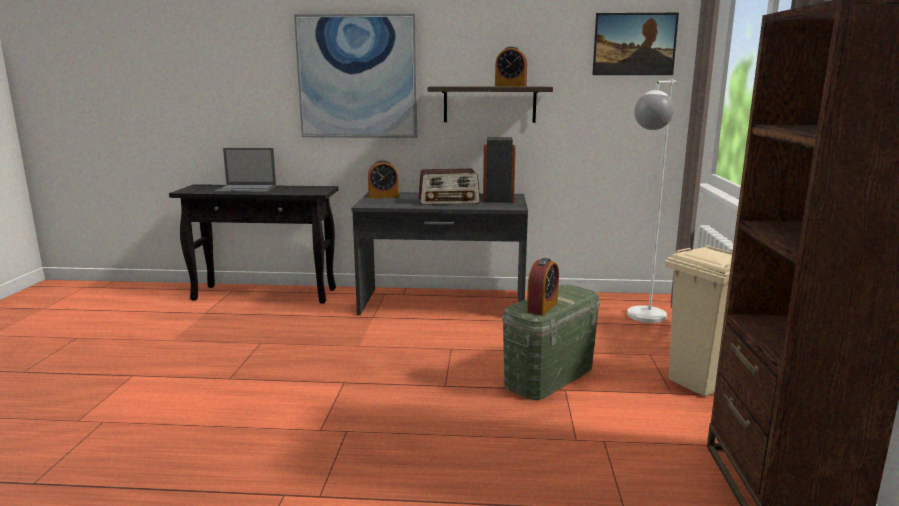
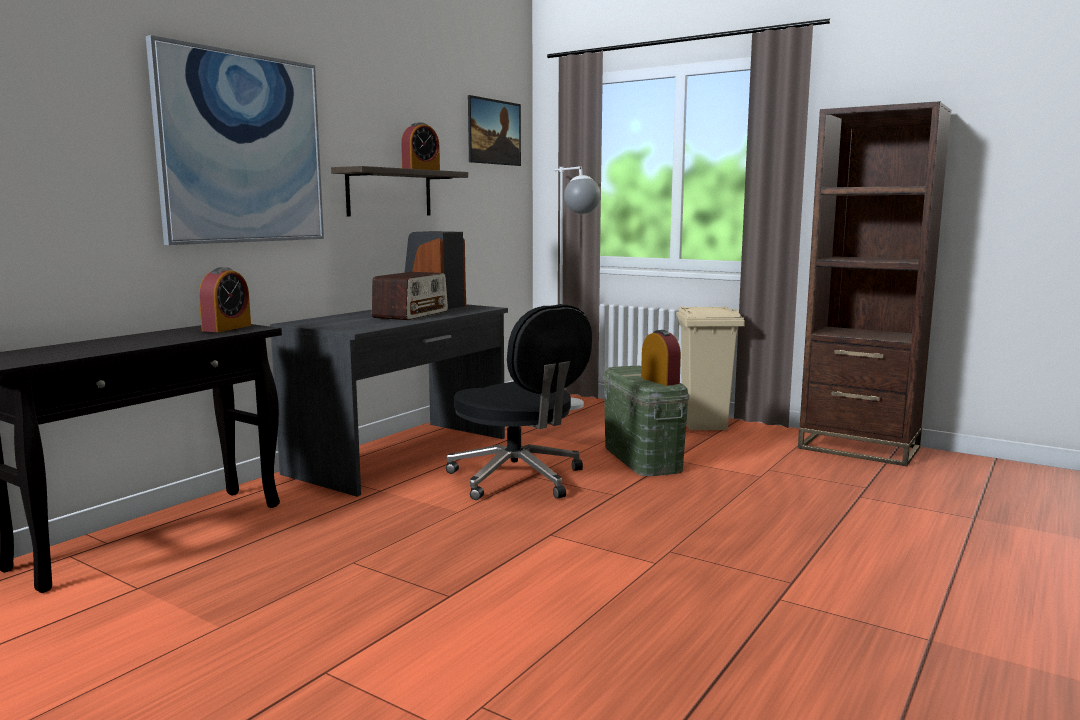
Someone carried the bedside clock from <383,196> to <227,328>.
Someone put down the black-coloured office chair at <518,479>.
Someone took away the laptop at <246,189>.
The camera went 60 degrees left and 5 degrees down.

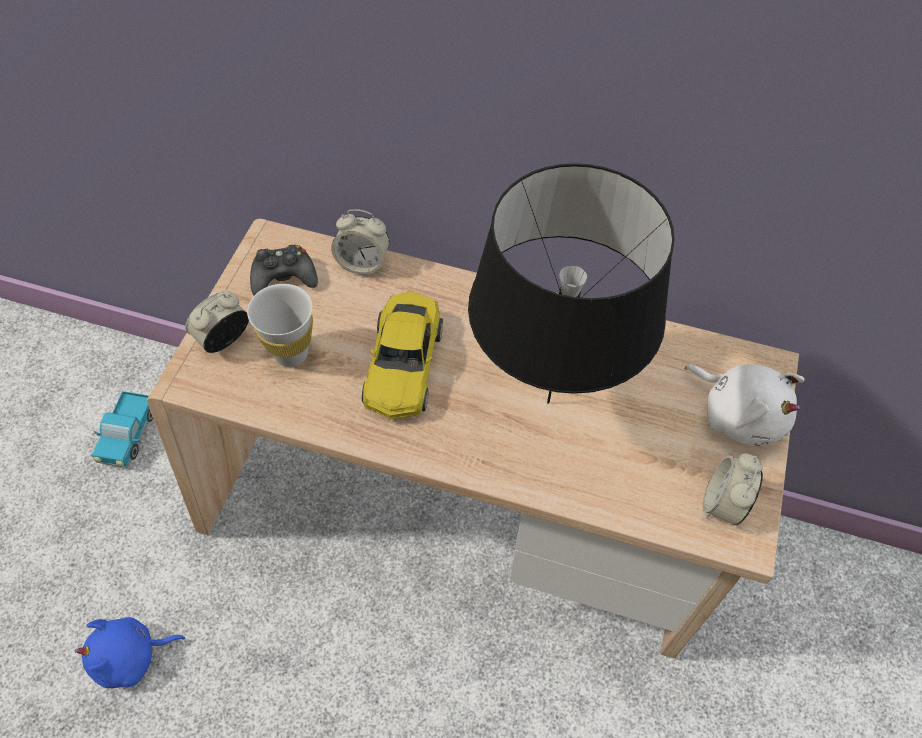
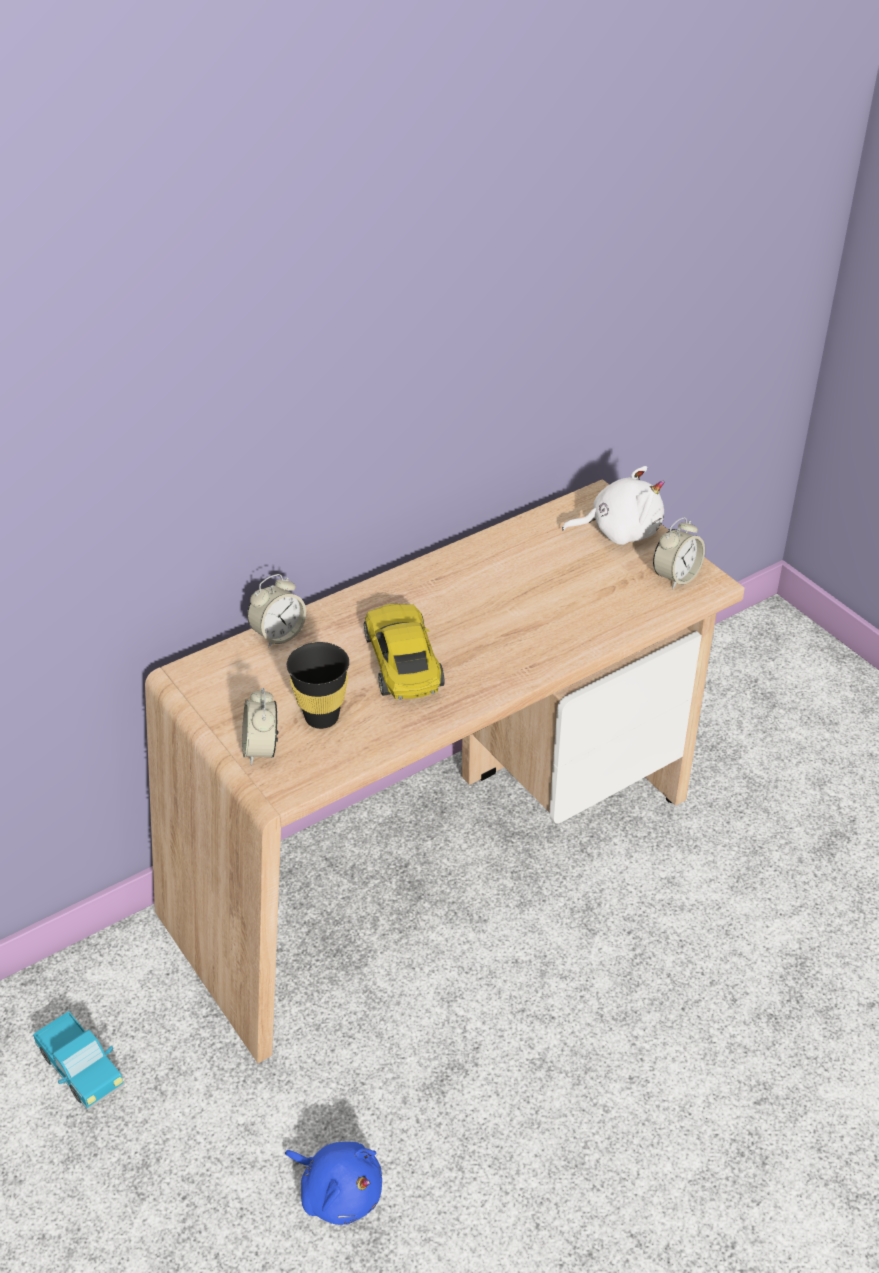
Someone rotated the blue-coloured plush toy at <131,657> by 75 degrees counterclockwise.
Someone repainted the white drinking cup at <291,354>, which became the black-coloured drinking cup at <322,717>.
Someone rotated the yellowish miniature car at <403,365> by 150 degrees counterclockwise.
Someone rotated the bedside clock at <723,504> by 105 degrees counterclockwise.
Someone took away the black-coloured joypad at <283,277>.
Someone took away the black-coloured table lamp at <547,402>.
The camera went 50 degrees left and 15 degrees down.

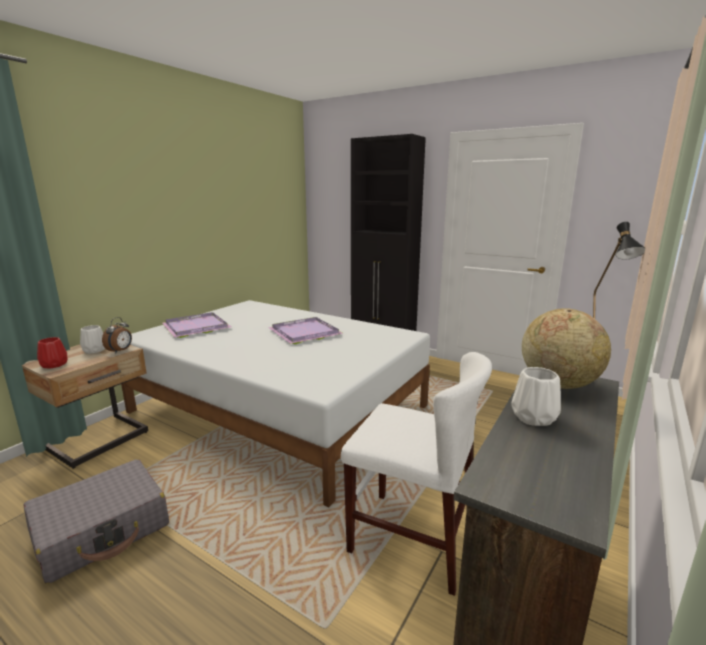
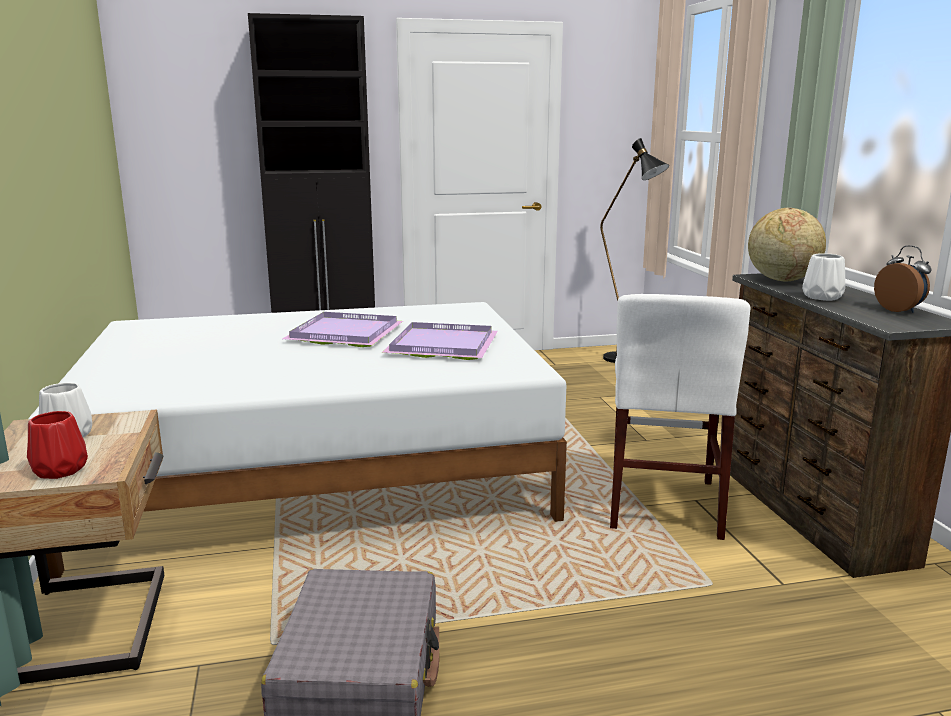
Someone carried the purple-coloured carrying tray from <197,327> to <441,345>.
Someone rotated the white plain chair at <412,538> by 120 degrees clockwise.
Someone carried the bedside clock from <120,351> to <900,310>.
The camera went 45 degrees left and 0 degrees up.

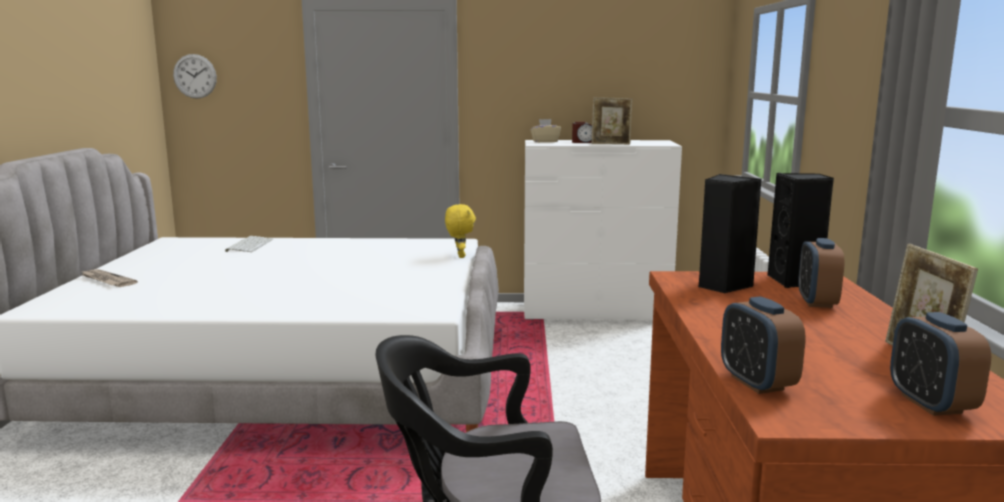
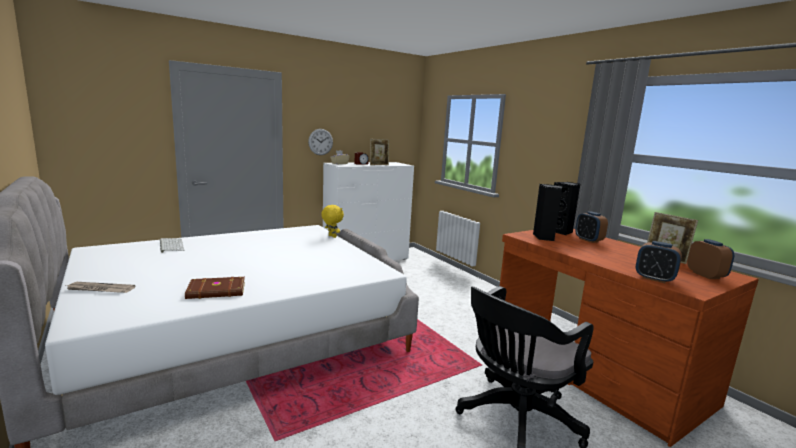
Someone put down the brown bound book at <216,291>.
Someone carried the wall clock from <195,76> to <320,142>.
Someone rotated the bedside clock at <931,404> by 150 degrees counterclockwise.
The camera went 35 degrees left and 0 degrees up.

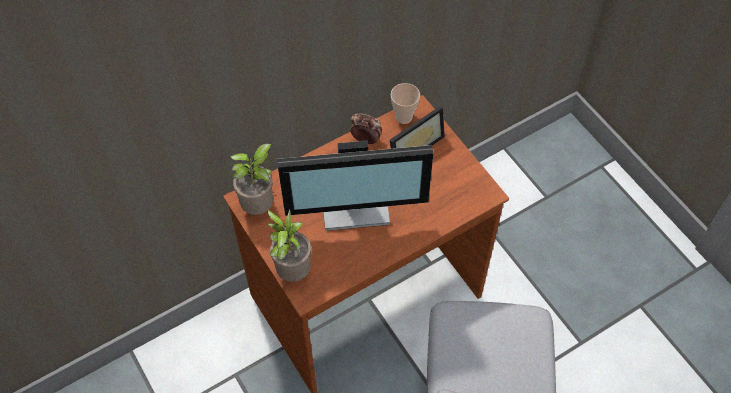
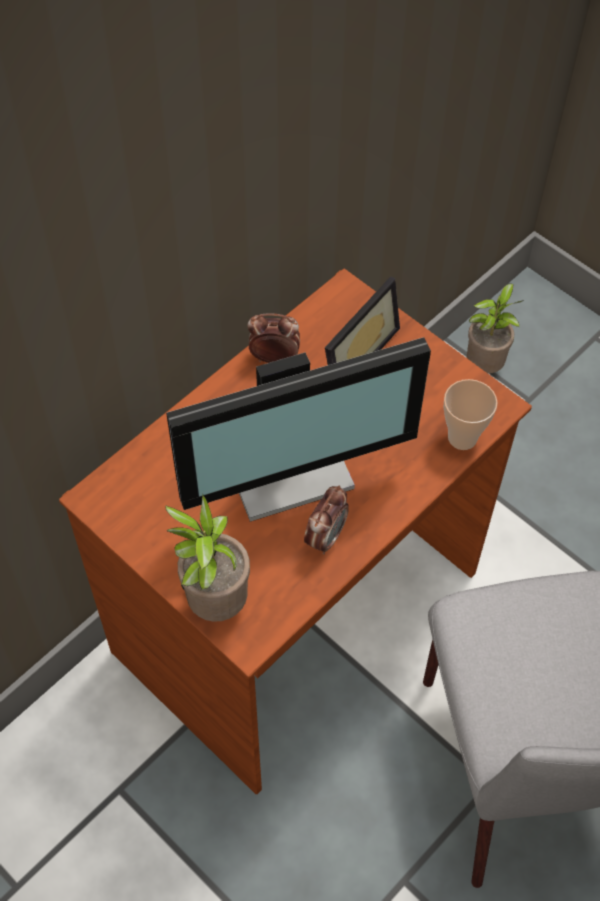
Someone put down the bedside clock at <325,537>.
Someone carried the drinking cup from <404,117> to <462,438>.
Someone carried the houseplant from <260,206> to <485,366>.
The camera went 15 degrees left and 0 degrees up.

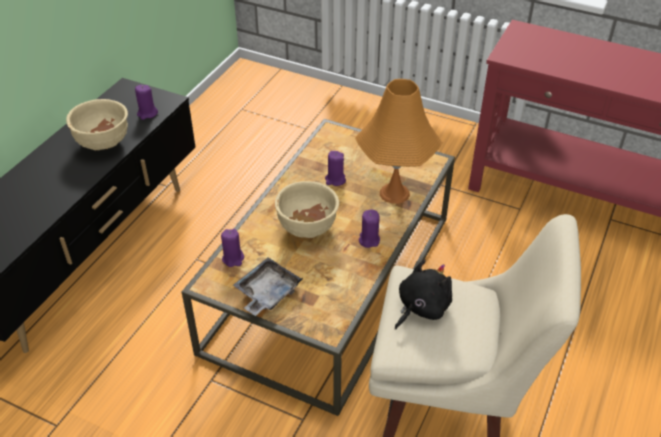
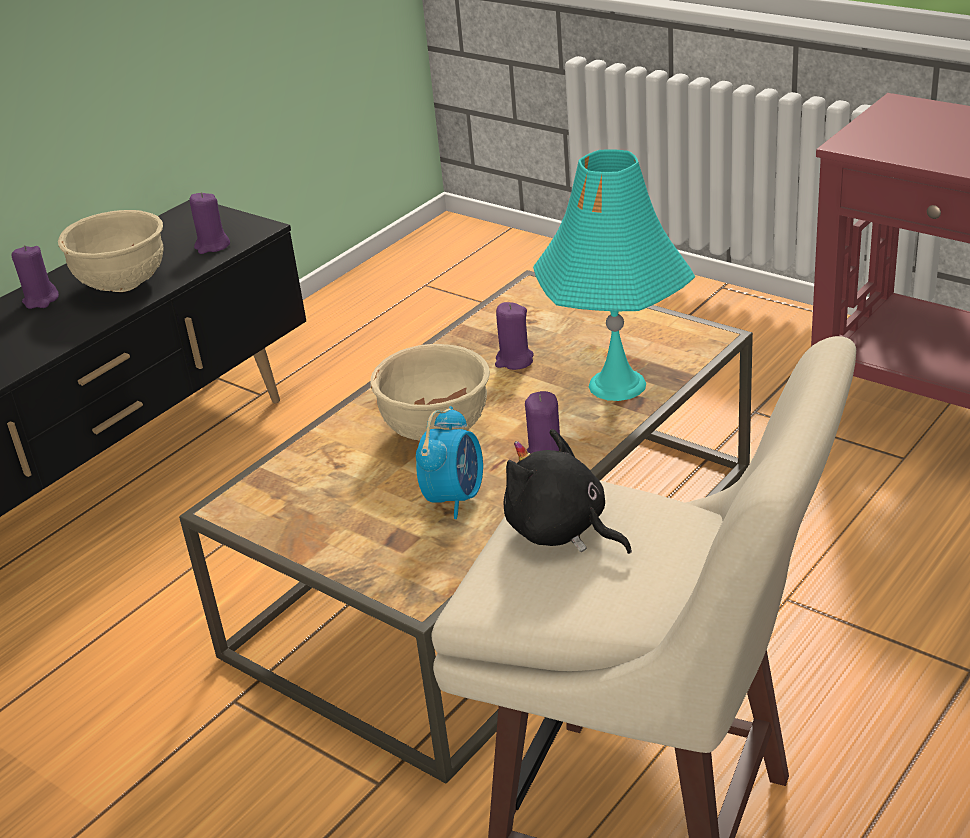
Someone carried the purple-coloured wax candle from <233,259> to <41,300>.
Someone put down the bedside clock at <455,498>.
Someone rotated the black-coloured plush toy at <421,307> by 105 degrees counterclockwise.
Someone repainted the orange-coloured table lamp at <394,193>, which became the turquoise table lamp at <617,384>.
Someone took away the greyish carrying tray at <267,293>.
The camera went 15 degrees right and 10 degrees down.

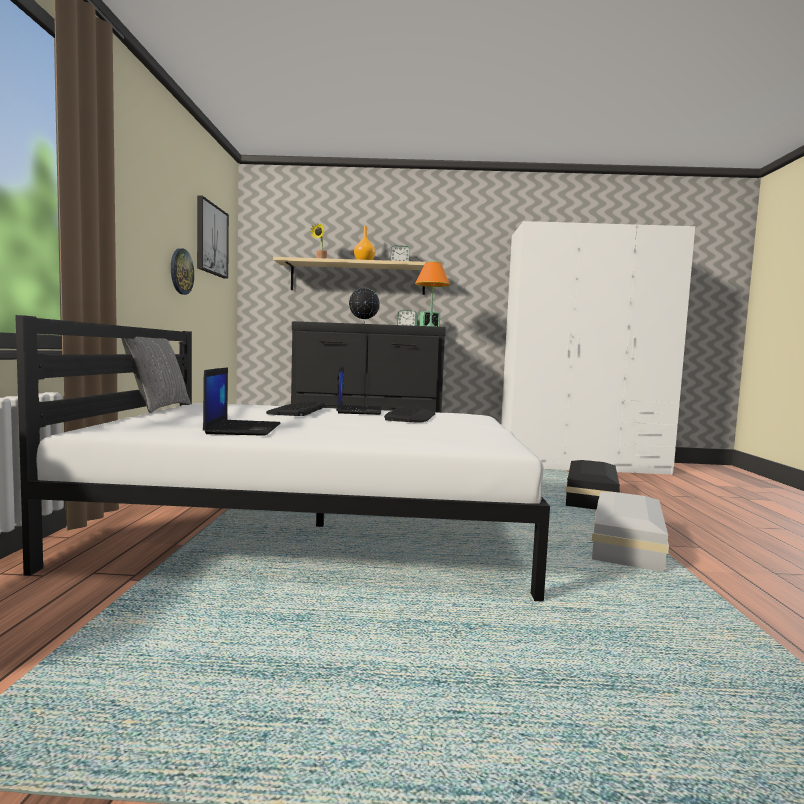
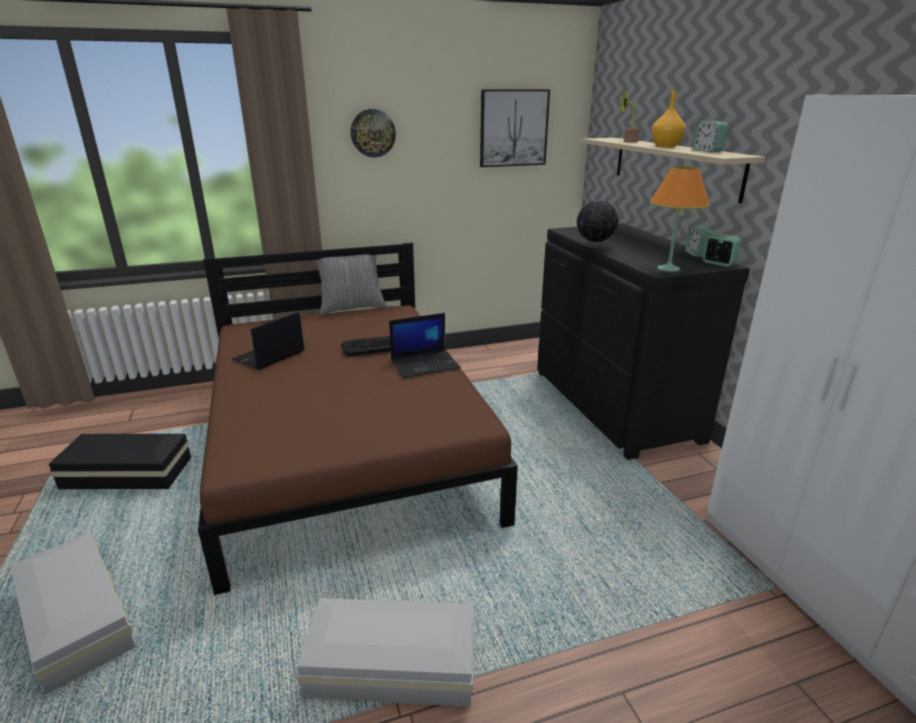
Someone put down the white storage bin at <75,622>.
Someone carried the black-coloured storage bin from <592,497> to <128,474>.
Someone repainted the white bed at <316,526>, which became the brown bed at <346,445>.
Someone rotated the laptop at <243,428> by 150 degrees clockwise.
Someone carried the wall clock from <181,271> to <373,133>.
Someone took away the computer keyboard at <411,416>.
The camera went 70 degrees right and 20 degrees up.

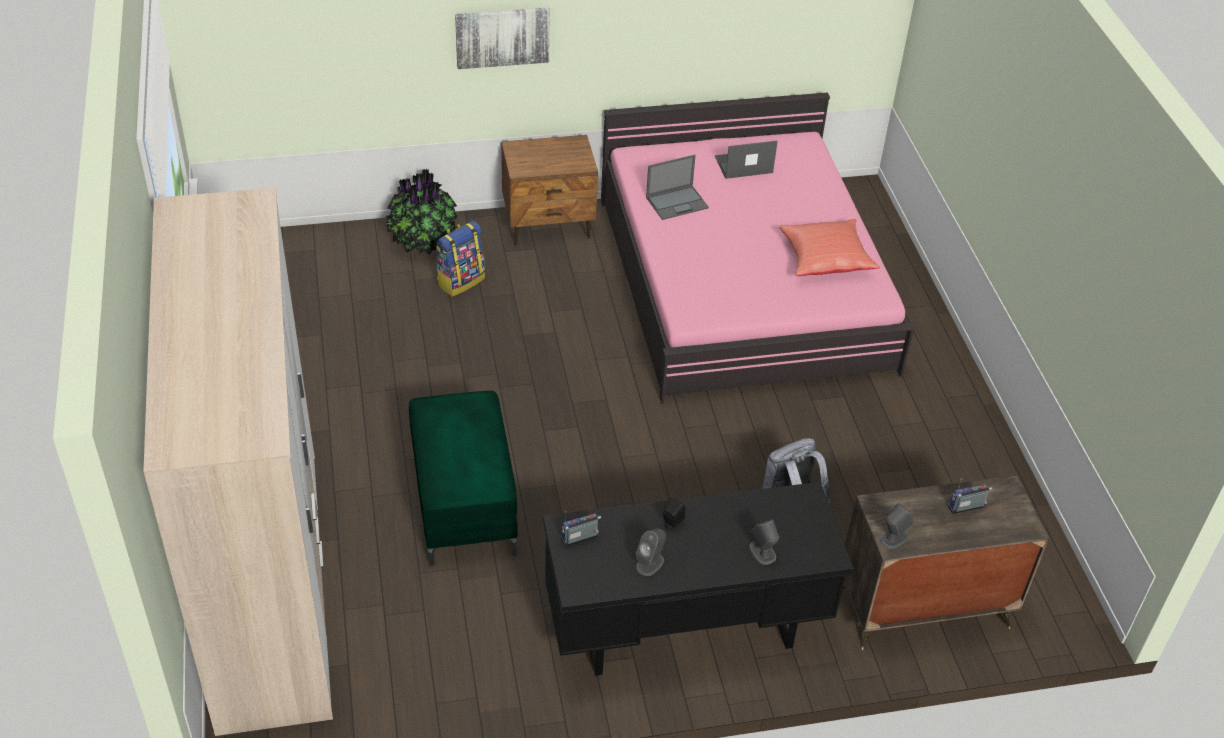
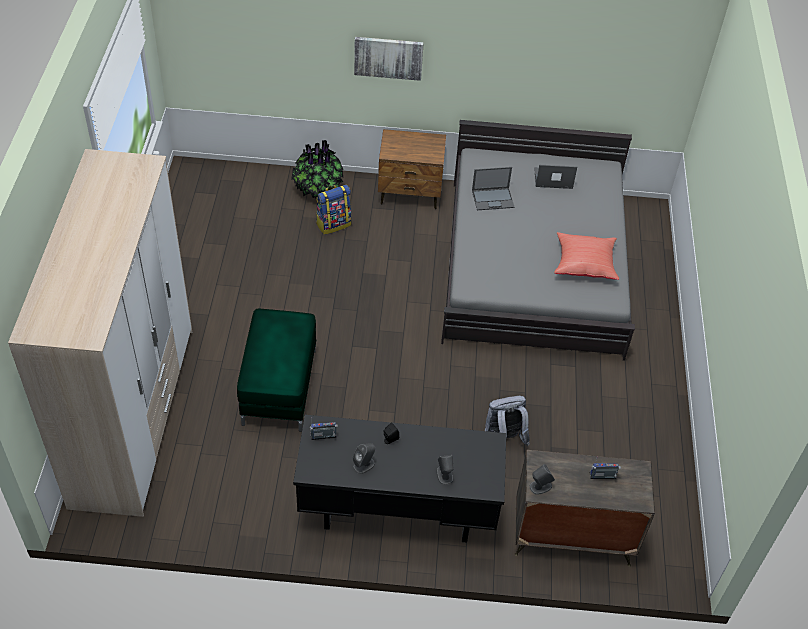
Someone repainted the pinkish bed at <742,283>, which became the greyish bed at <534,265>.
The camera went 15 degrees right and 5 degrees up.

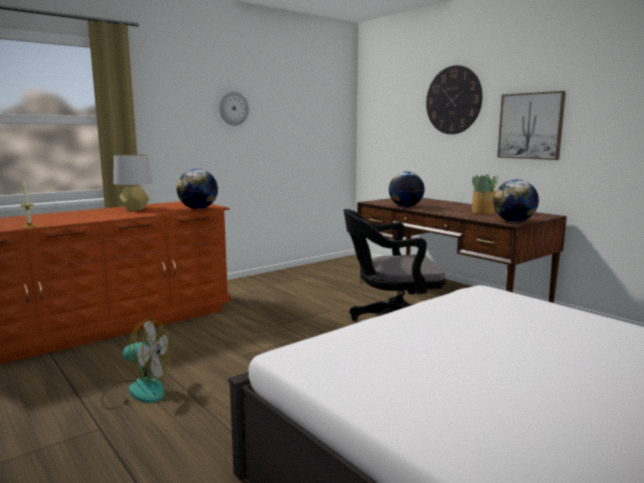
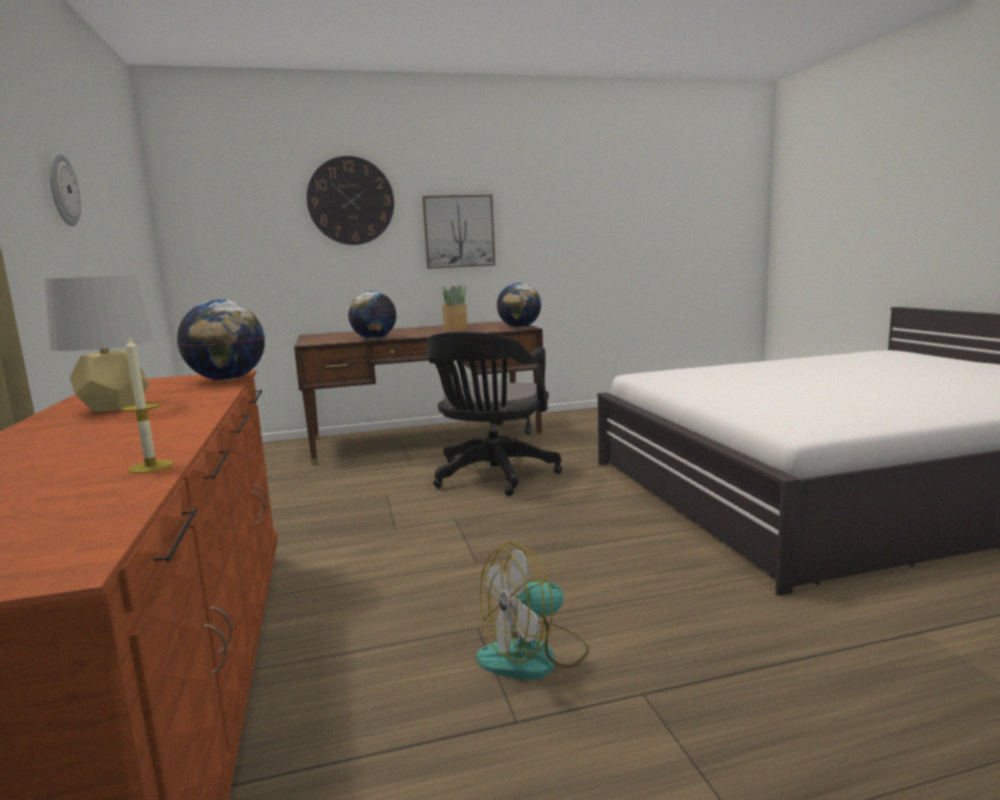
Someone rotated the cooling fan at <137,391> by 150 degrees counterclockwise.
The camera went 65 degrees left and 0 degrees up.

